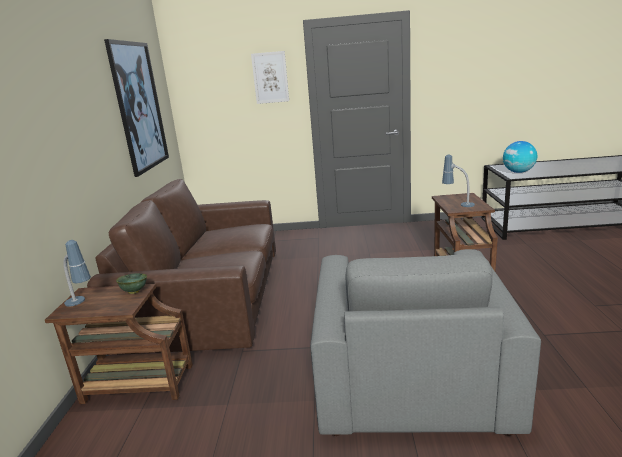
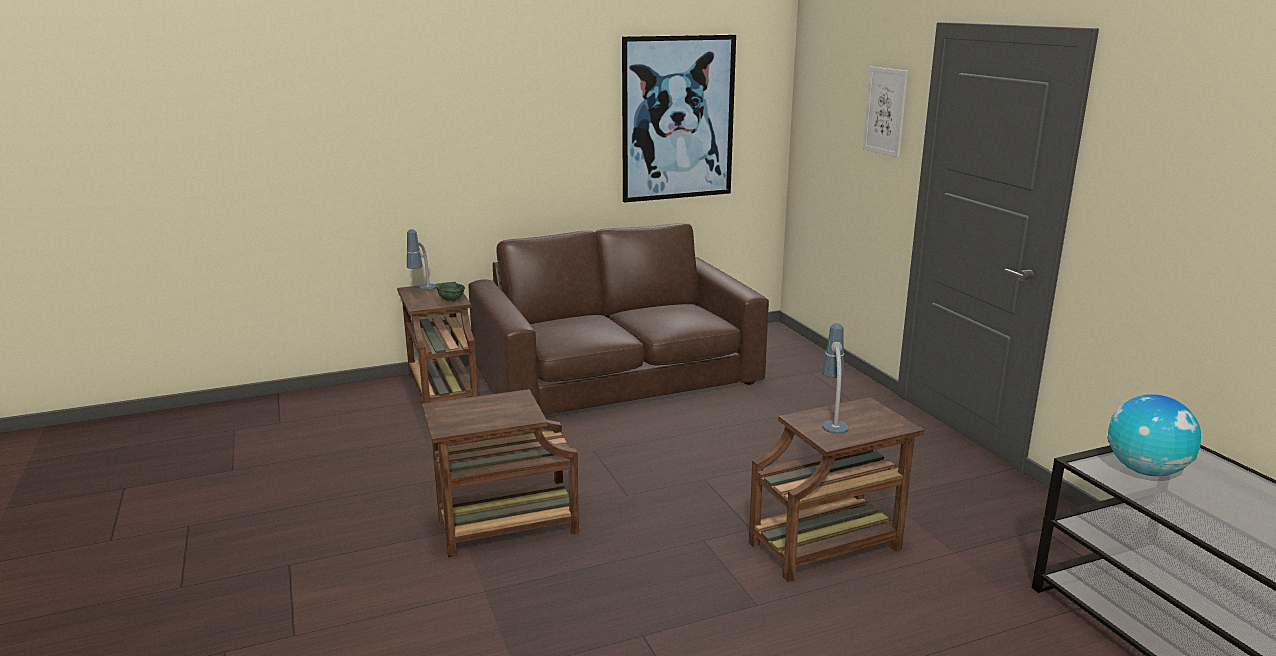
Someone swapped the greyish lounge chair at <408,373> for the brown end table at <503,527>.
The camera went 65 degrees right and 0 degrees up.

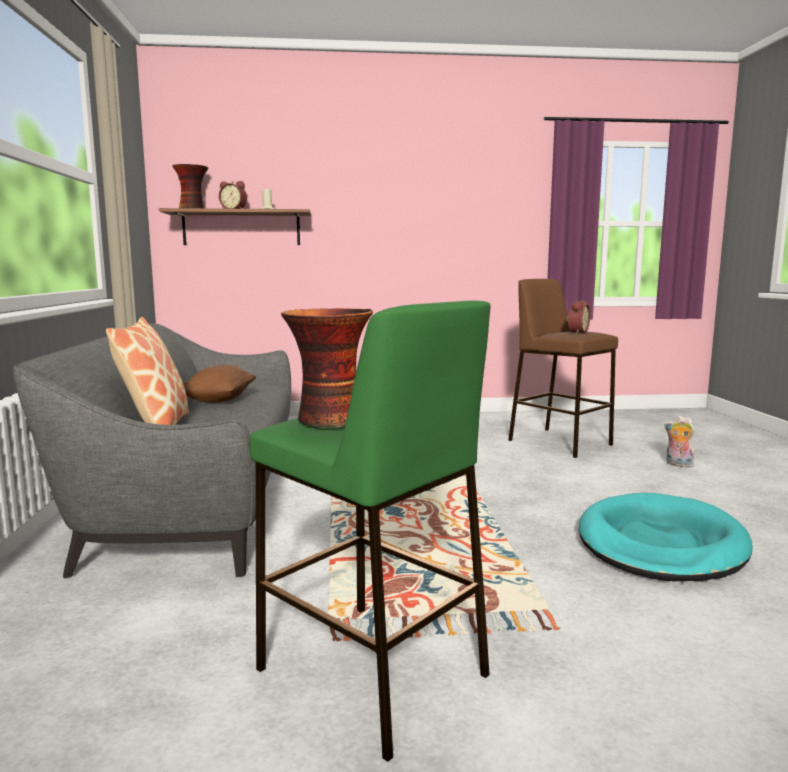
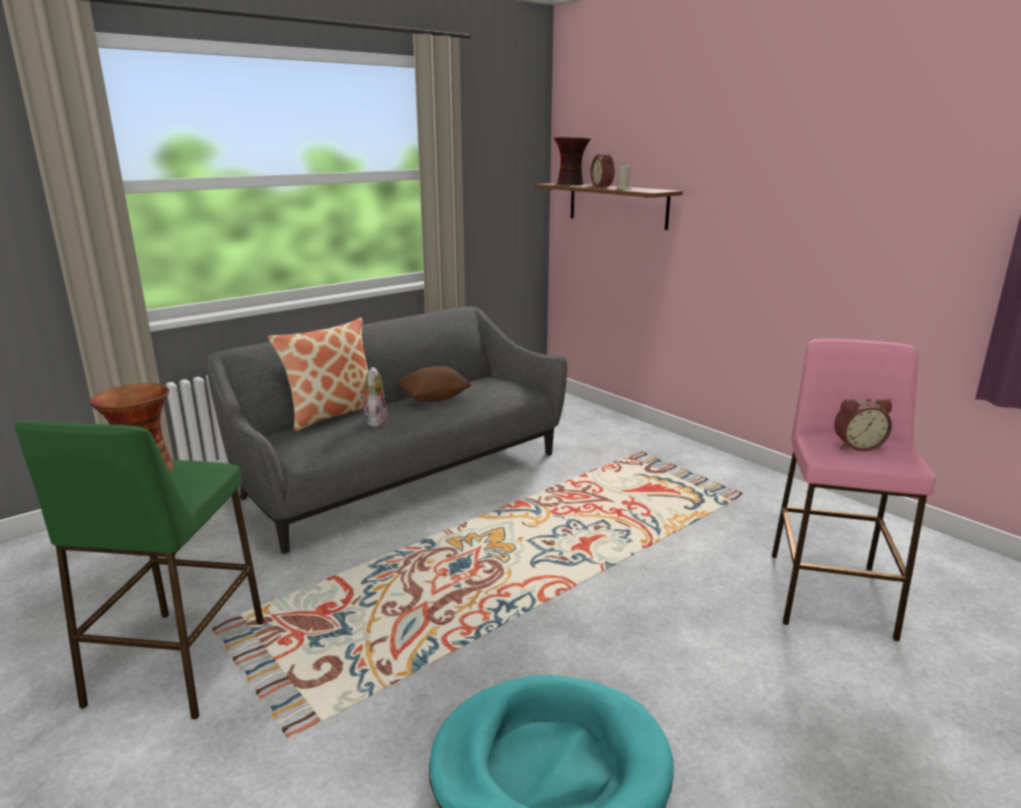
Someone carried the plush toy from <678,464> to <375,421>.
Someone repainted the brown stool at <559,442>, which became the pinkish stool at <829,593>.
The camera went 55 degrees right and 10 degrees up.

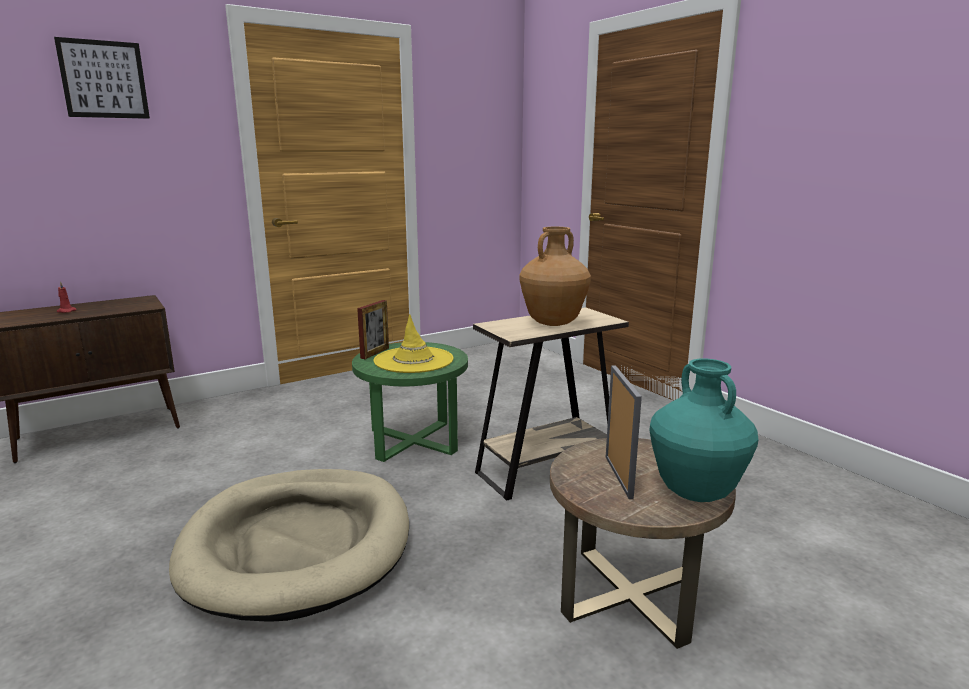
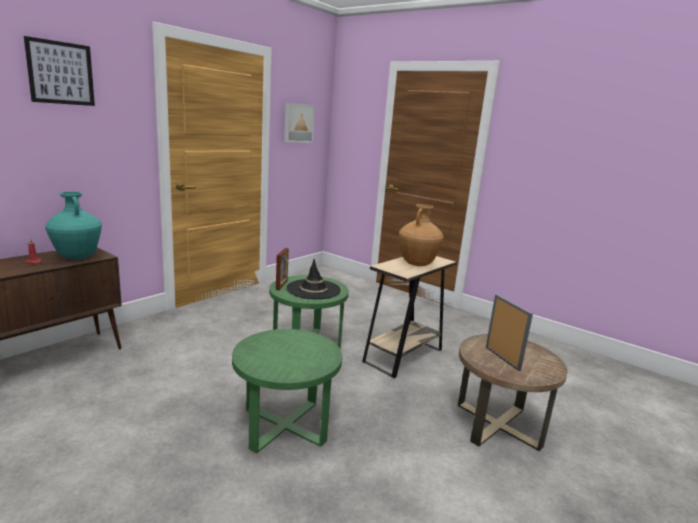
Someone carried the turquoise vase from <695,492> to <77,257>.
Someone swapped the sand-coloured dog bed at <298,545> for the greenish end table at <285,425>.
Someone put up the wall art at <298,123>.
Someone repainted the yellowish wearable hat at <413,360>, which became the black-coloured wearable hat at <313,289>.
The camera went 20 degrees left and 0 degrees up.

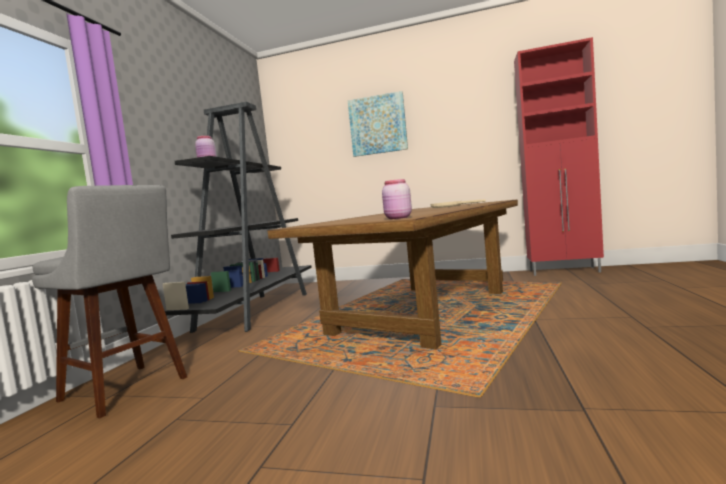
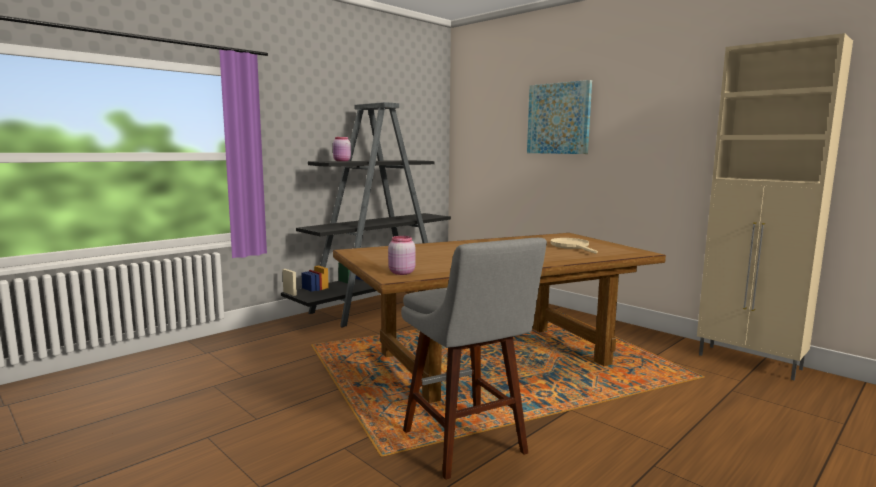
Someone carried the greyish stool from <127,390> to <467,445>.
Someone repainted the red-coloured cabinet at <565,271>, which became the sand-coloured cabinet at <750,362>.
The camera went 30 degrees right and 5 degrees up.

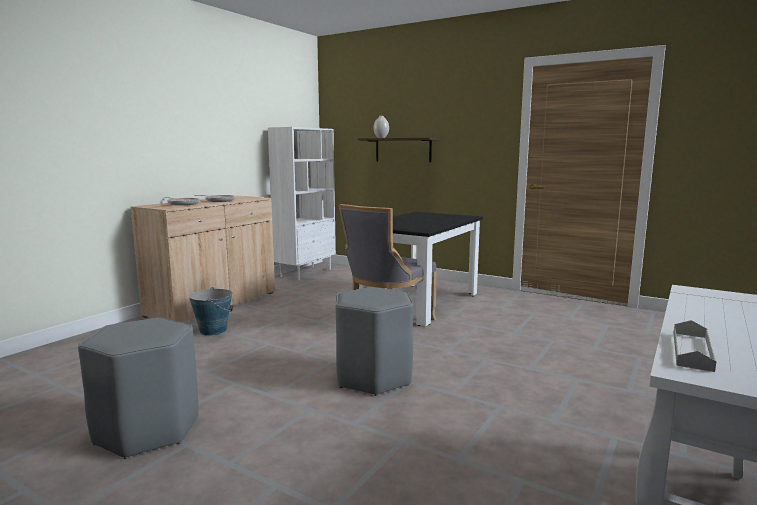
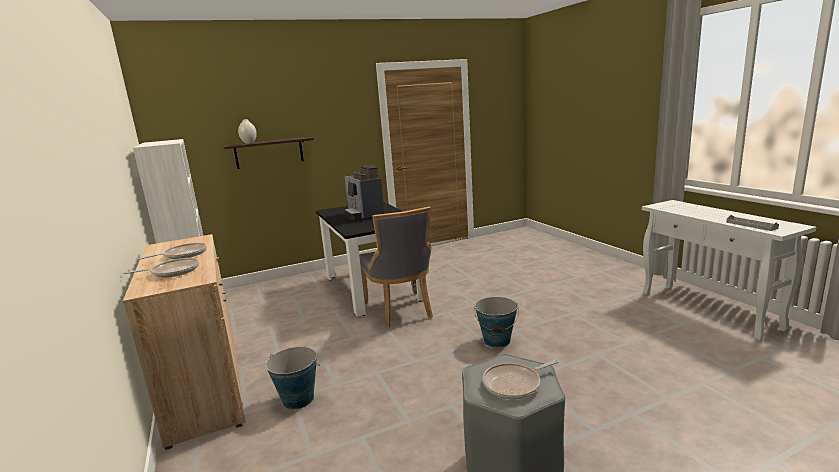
Someone put down the coffee maker at <364,215>.
Someone swapped the greyish stool at <374,377> for the pail at <497,341>.
Someone put down the skillet at <515,384>.
The camera went 55 degrees left and 5 degrees up.

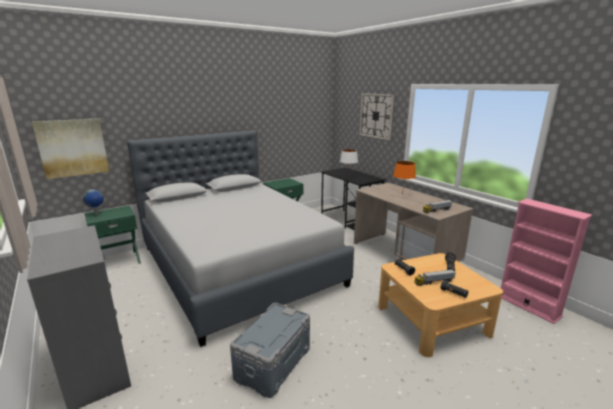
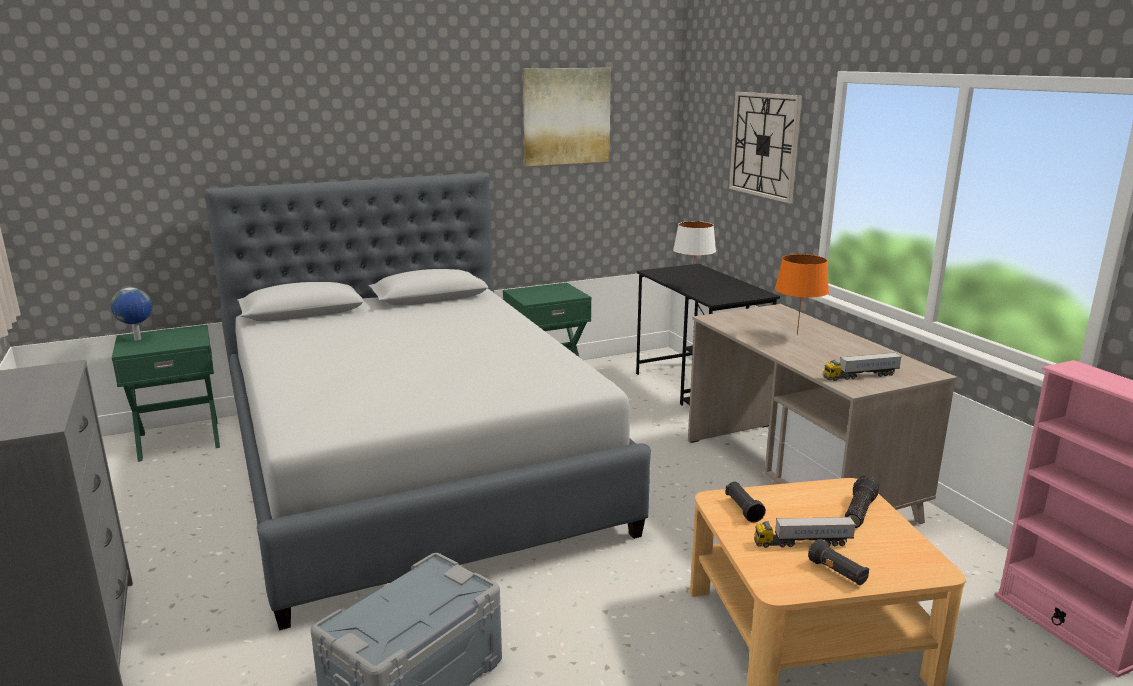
Someone carried the wall art from <73,147> to <566,116>.
The camera went 10 degrees right and 0 degrees up.

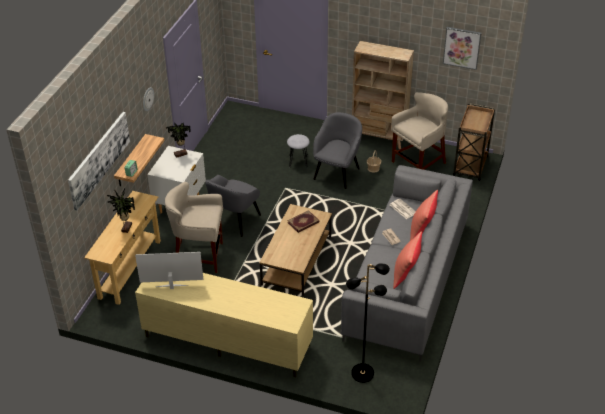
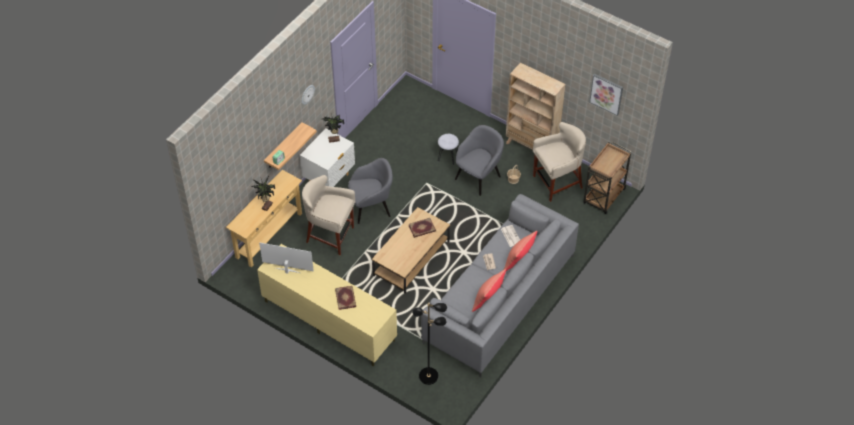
Someone put down the bound book at <346,298>.
Someone rotated the greyish lounge chair at <235,220> by 150 degrees counterclockwise.
Someone took away the wall art at <99,159>.
The camera went 15 degrees right and 10 degrees up.

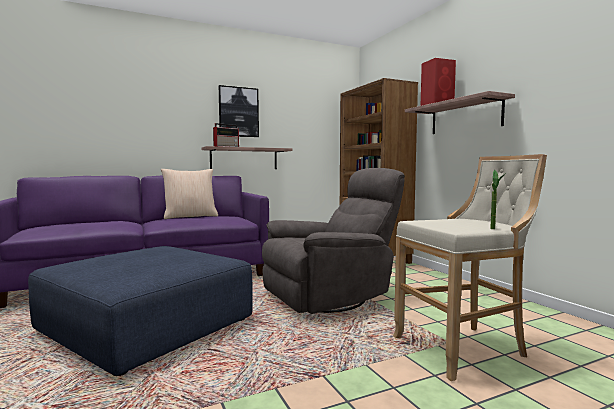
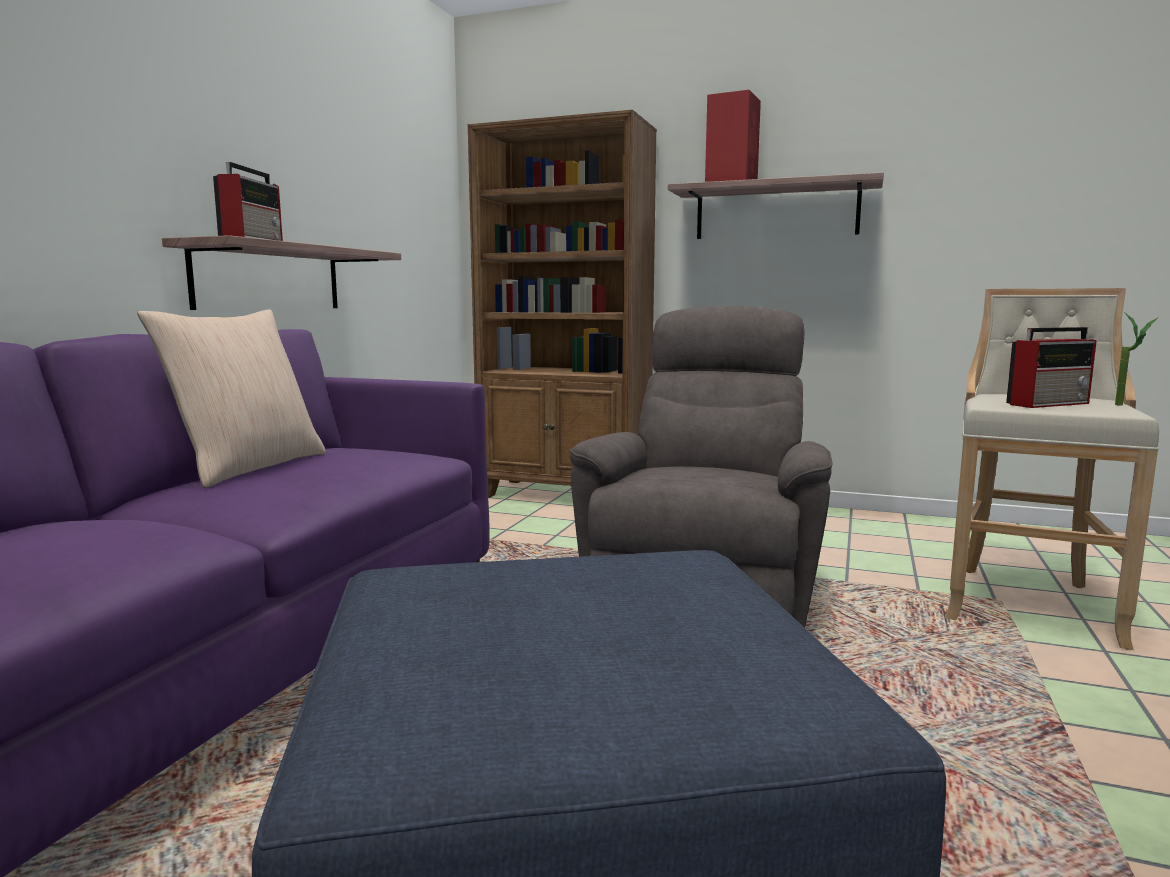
Someone put down the radio receiver at <1049,404>.
Someone took away the wall art at <238,112>.
The camera went 45 degrees left and 5 degrees up.

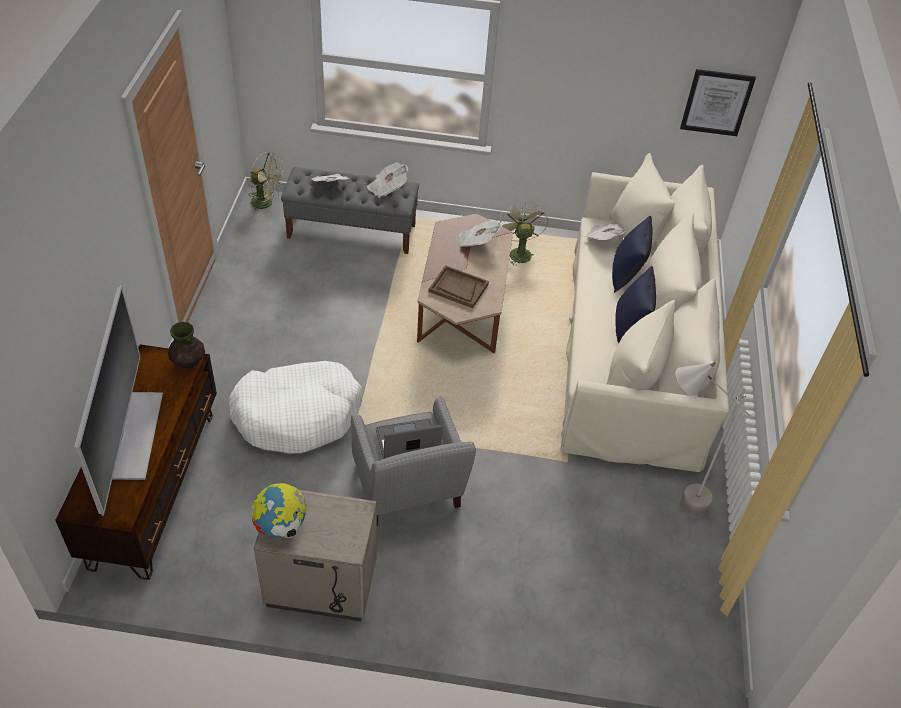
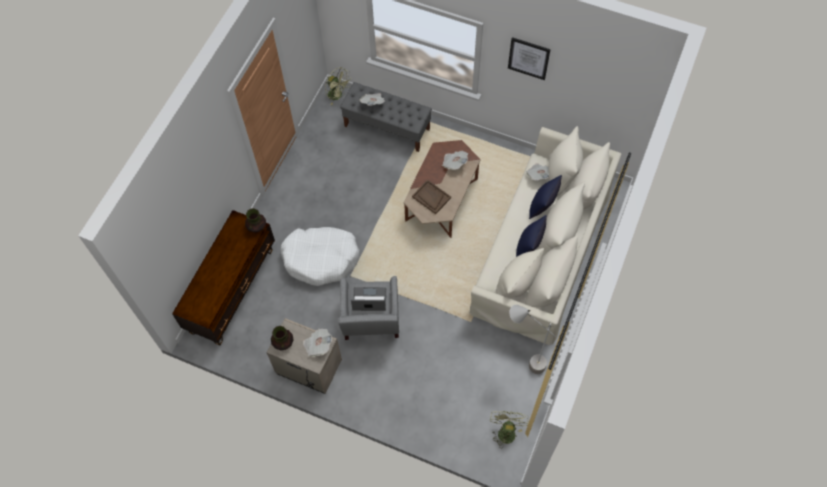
Someone swapped the desk globe at <281,526> for the vase at <283,342>.
Someone carried the printed paper from <387,188> to <318,345>.
Someone carried the greenish cooling fan from <518,252> to <506,430>.
Someone carried the wall art from <716,102> to <528,58>.
Someone took away the TV at <134,435>.
The camera went 20 degrees right and 15 degrees up.

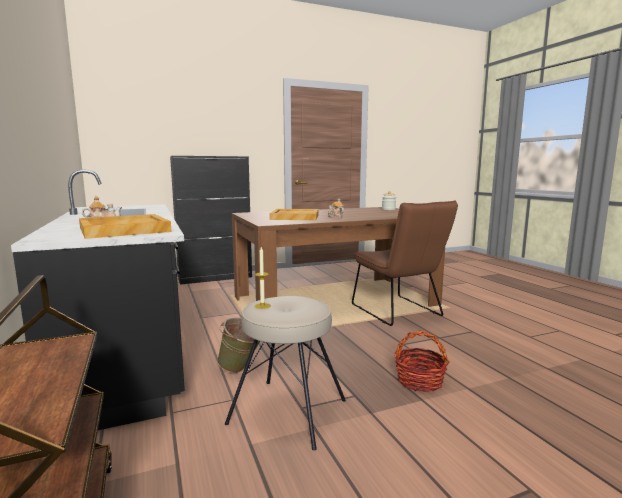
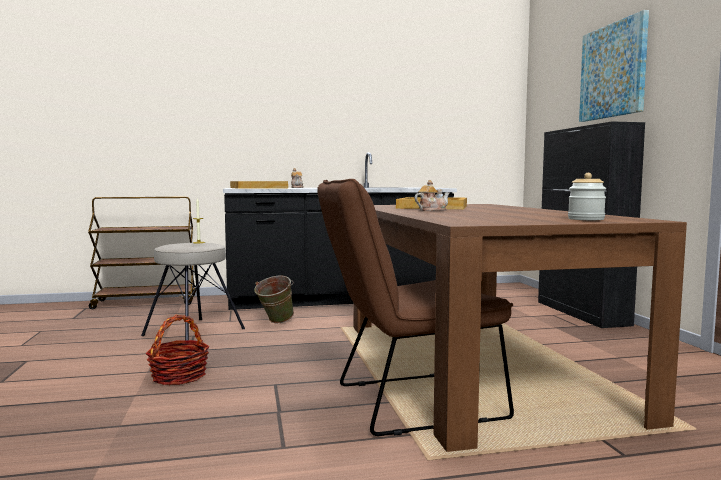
Someone put up the wall art at <613,71>.
The camera went 100 degrees right and 5 degrees down.

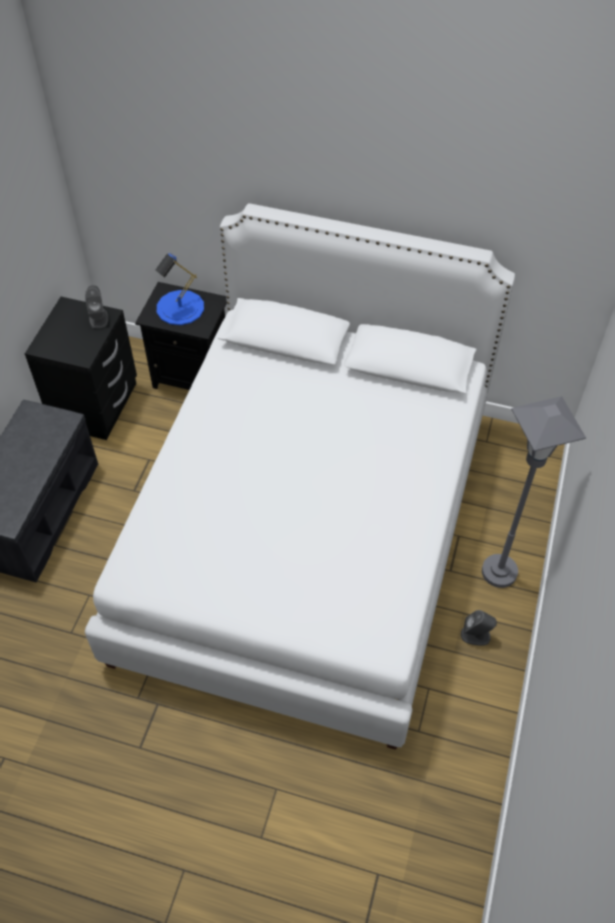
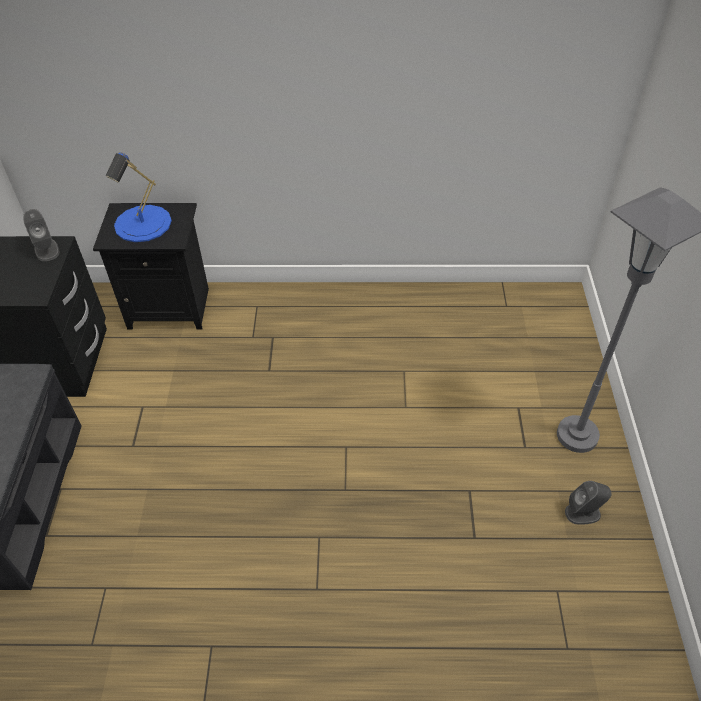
Someone took away the white bed at <307,533>.
The camera went 15 degrees left and 5 degrees down.

